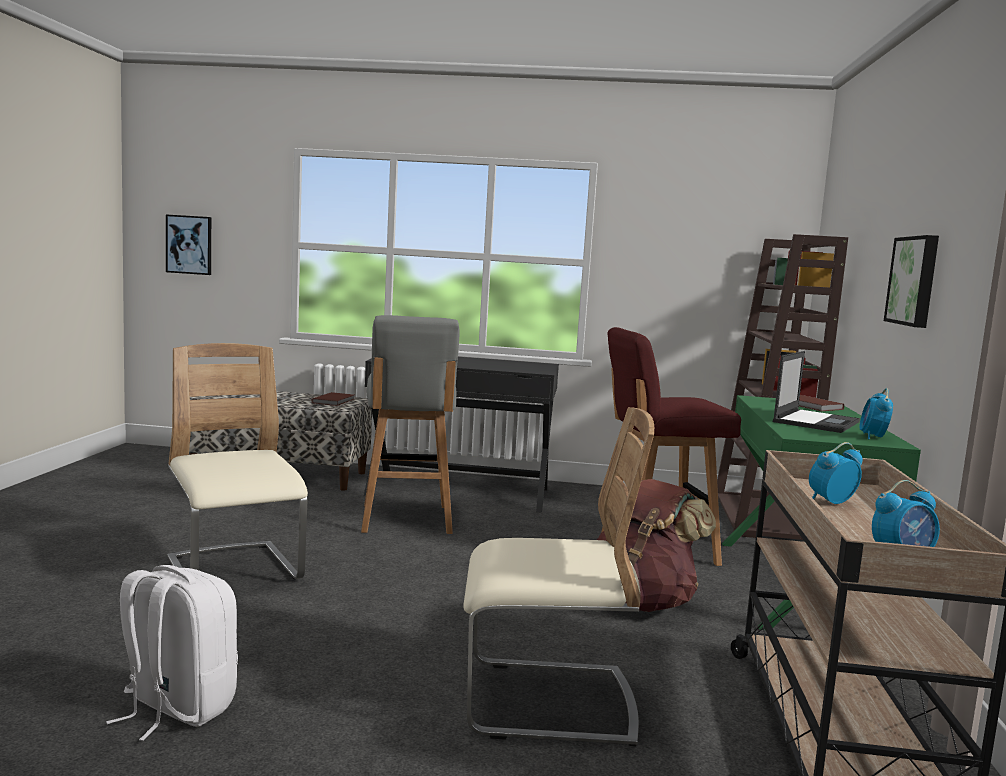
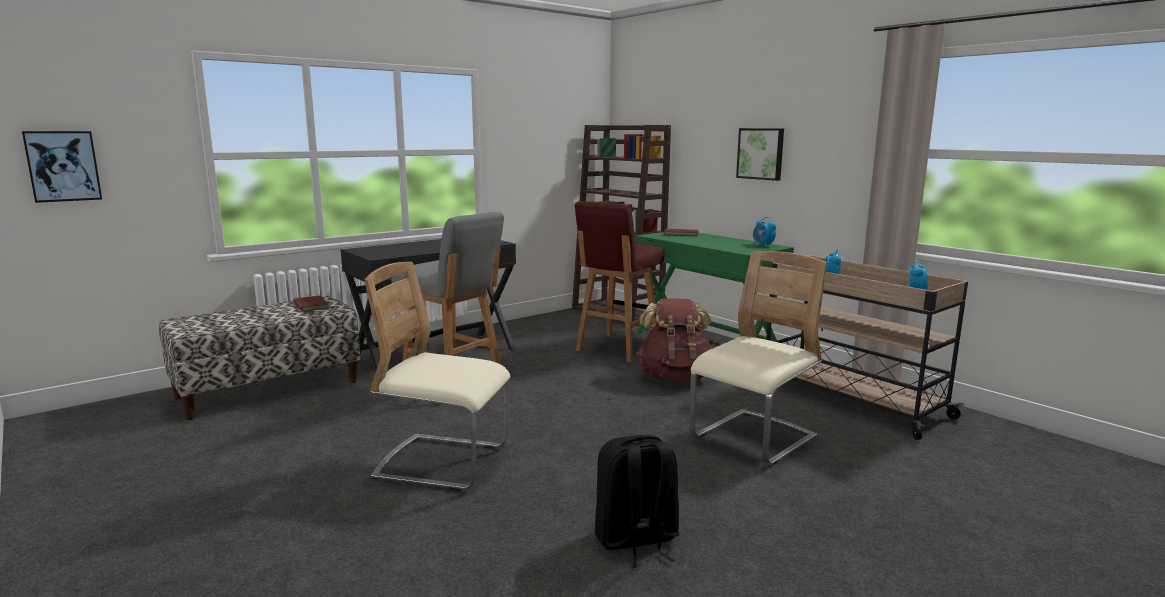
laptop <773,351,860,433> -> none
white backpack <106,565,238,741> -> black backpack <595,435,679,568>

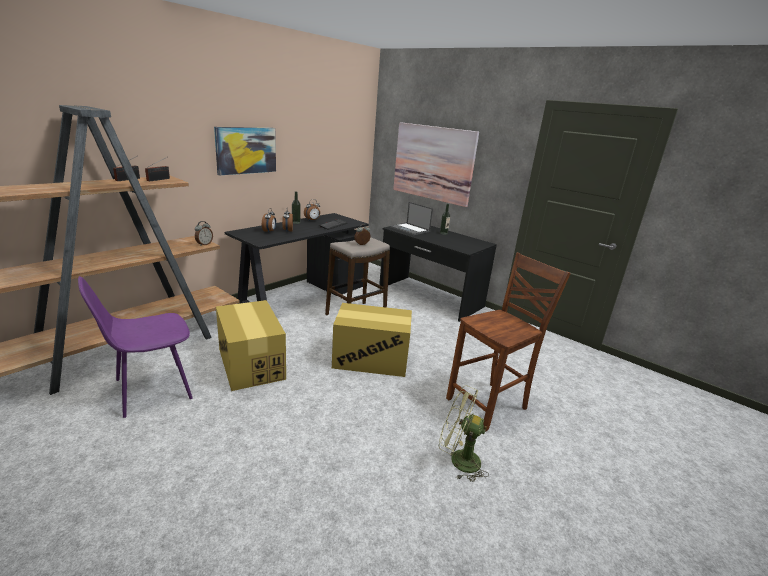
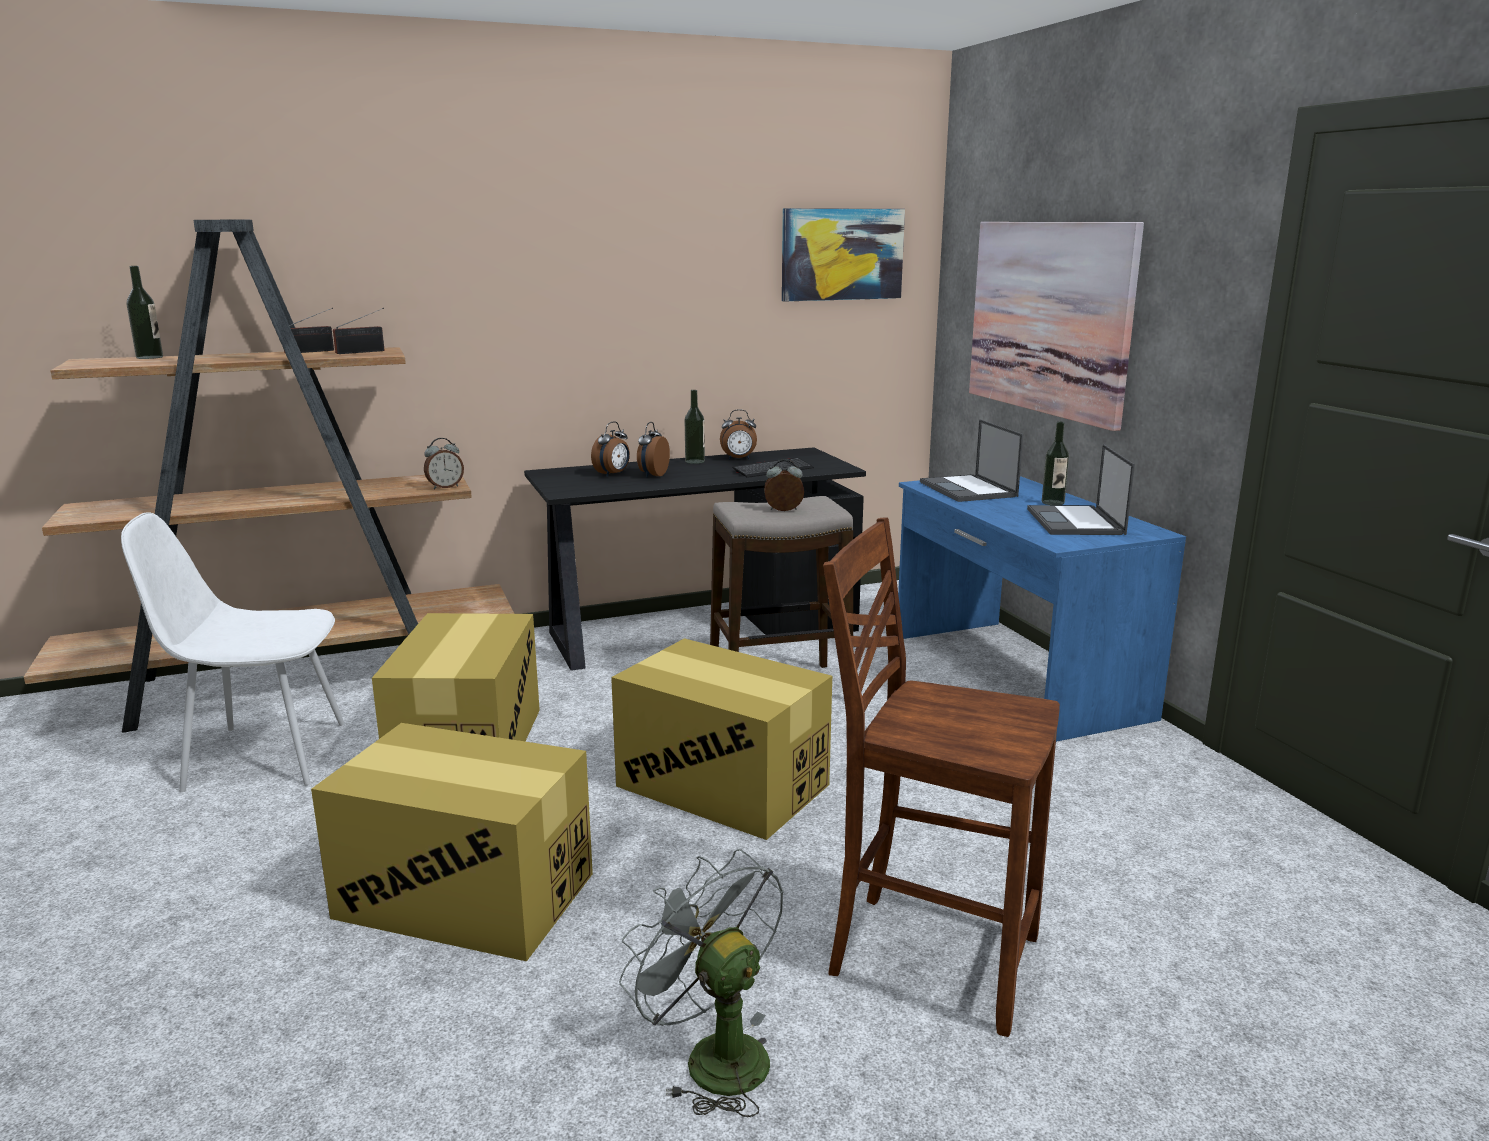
picture <214,127,276,176> -> picture <782,208,905,302>, move
black desk <379,222,497,322> -> blue desk <898,476,1186,742>
brown chair <446,253,571,432> -> brown chair <823,517,1060,1037>, 150 degrees counterclockwise
purple chair <78,276,192,418> -> white chair <121,512,344,792>
green fan <439,385,489,482> -> grey fan <619,849,784,1118>
none -> bottle <127,266,163,359>
none -> laptop <1027,444,1135,535>
none -> cardboard box <311,723,593,961>

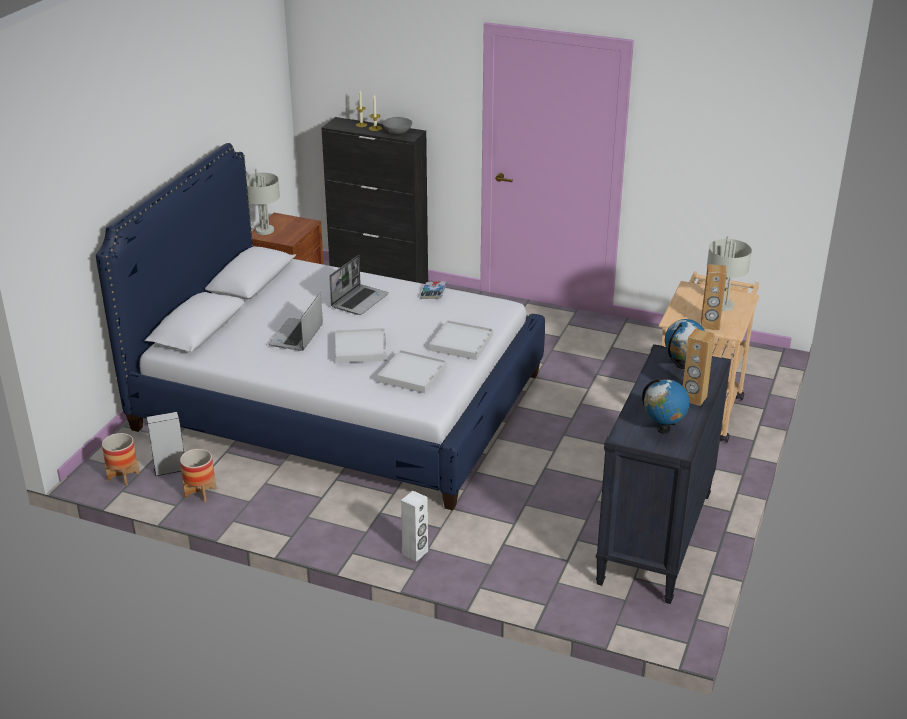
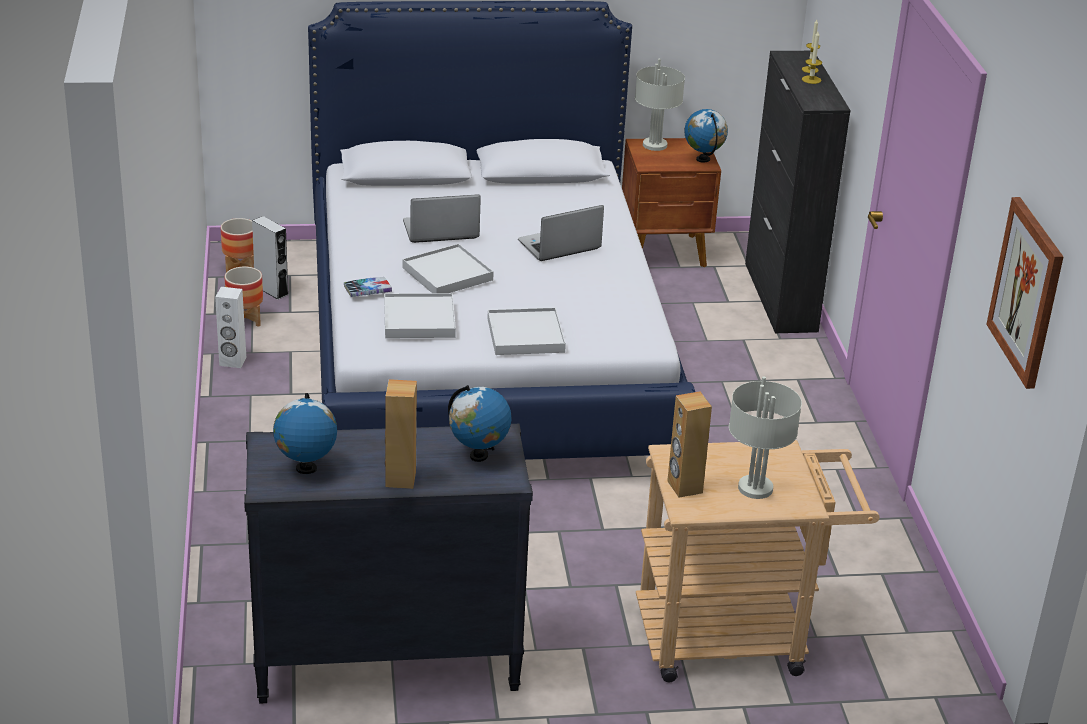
grey bowl <383,117,412,134> -> none
laptop <329,255,389,315> -> laptop <518,205,604,261>, 150 degrees clockwise
book <420,281,447,299> -> book <344,277,392,297>, move
white speaker <401,491,428,562> -> white speaker <215,287,247,368>, move
none -> globe <684,109,728,163>
none -> picture <986,197,1064,389>

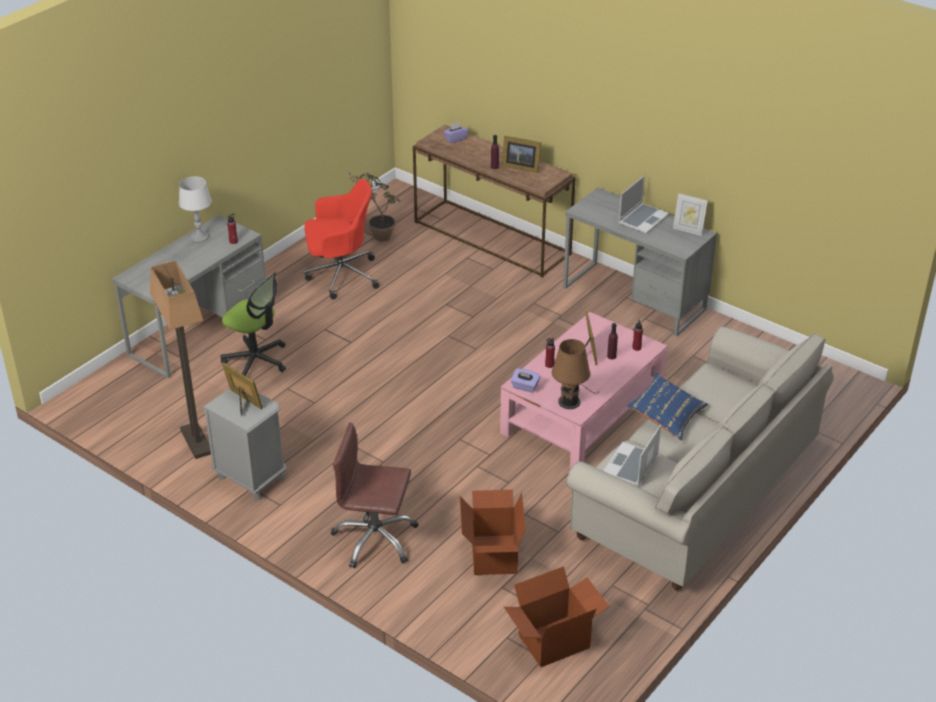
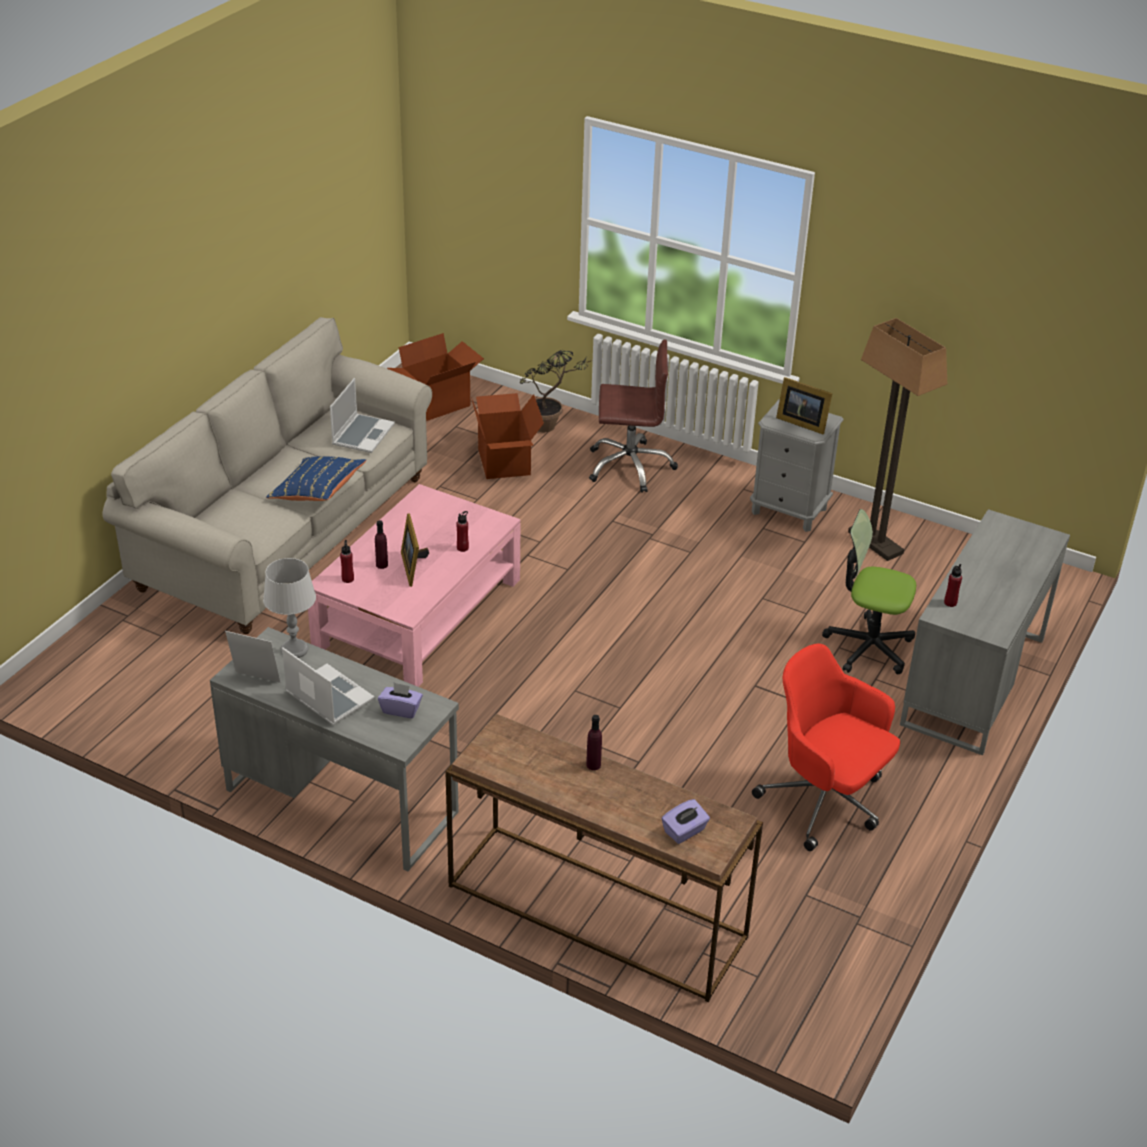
picture frame <502,136,541,173> -> none
potted plant <348,170,401,242> -> potted plant <519,350,590,432>, move
grey table lamp <179,176,212,242> -> grey table lamp <263,558,316,658>, move
laptop <618,176,669,234> -> laptop <282,647,375,725>, 105 degrees clockwise
red office chair <304,179,379,299> -> red office chair <752,644,900,851>, 60 degrees clockwise
brown table lamp <552,339,599,409> -> none
purple tissue box <511,369,541,393> -> purple tissue box <378,682,423,718>, move

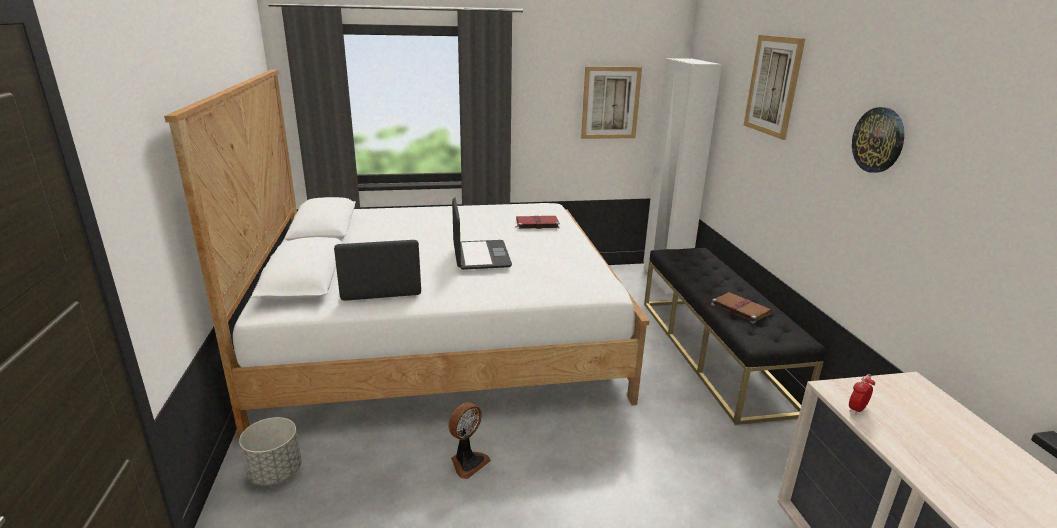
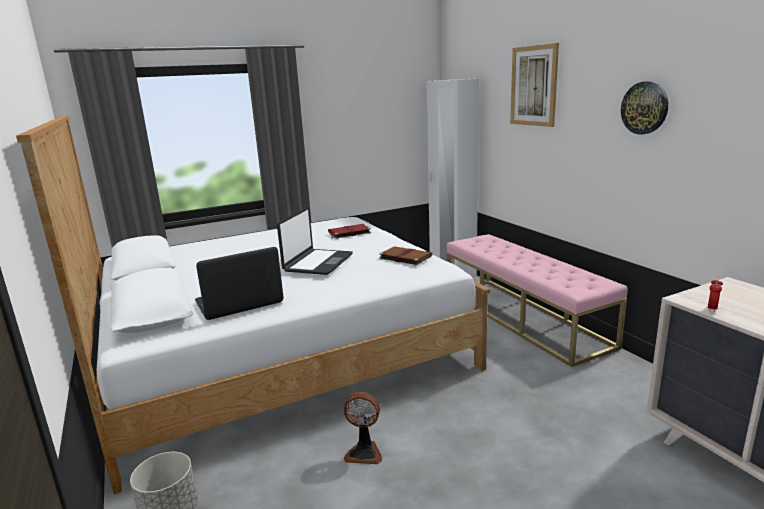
picture <581,66,642,139> -> none
laptop <452,198,512,270> -> laptop <277,207,353,275>, 45 degrees clockwise
black bench <644,248,826,425> -> pink bench <446,234,628,367>
brown book <710,292,772,323> -> brown book <379,246,432,266>, move
fan <448,402,491,479> -> fan <344,392,382,464>, 75 degrees clockwise

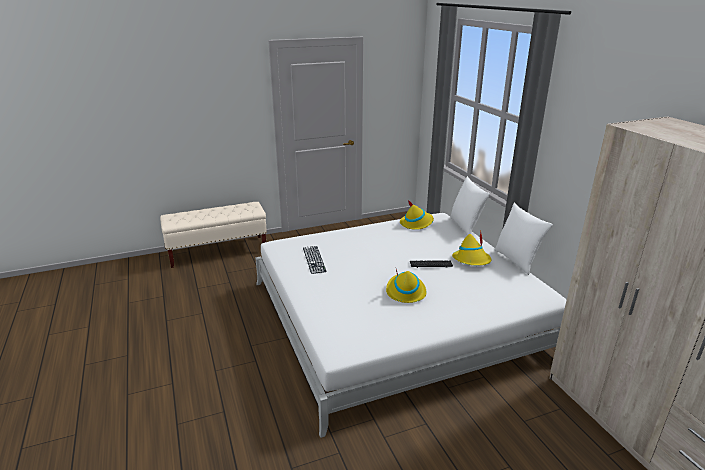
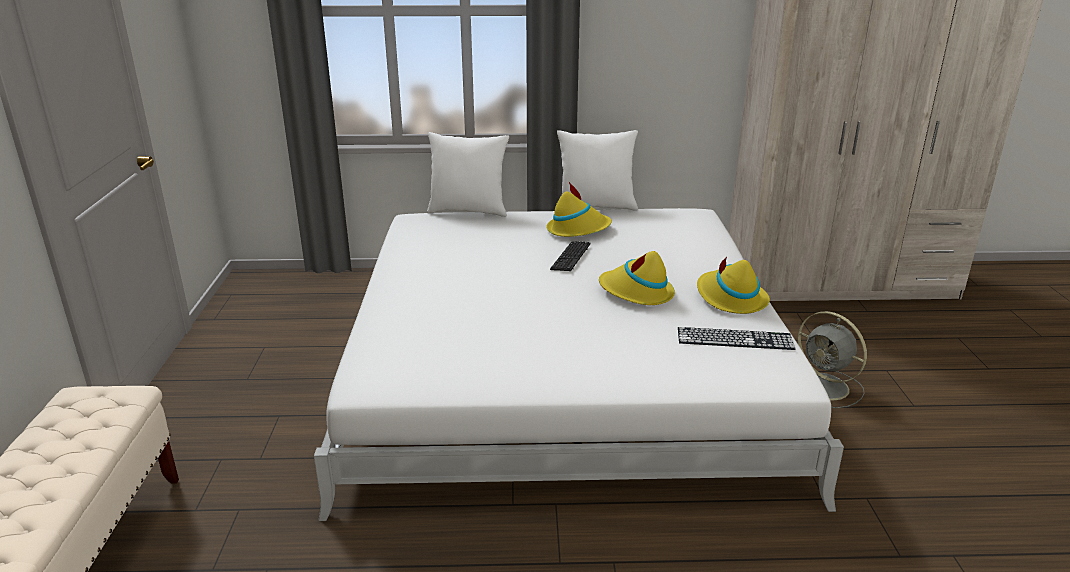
yellow hat <400,200,434,230> -> yellow hat <697,257,770,314>, move
keyboard <303,246,327,274> -> keyboard <678,327,796,350>, move
none -> grey fan <797,311,867,408>

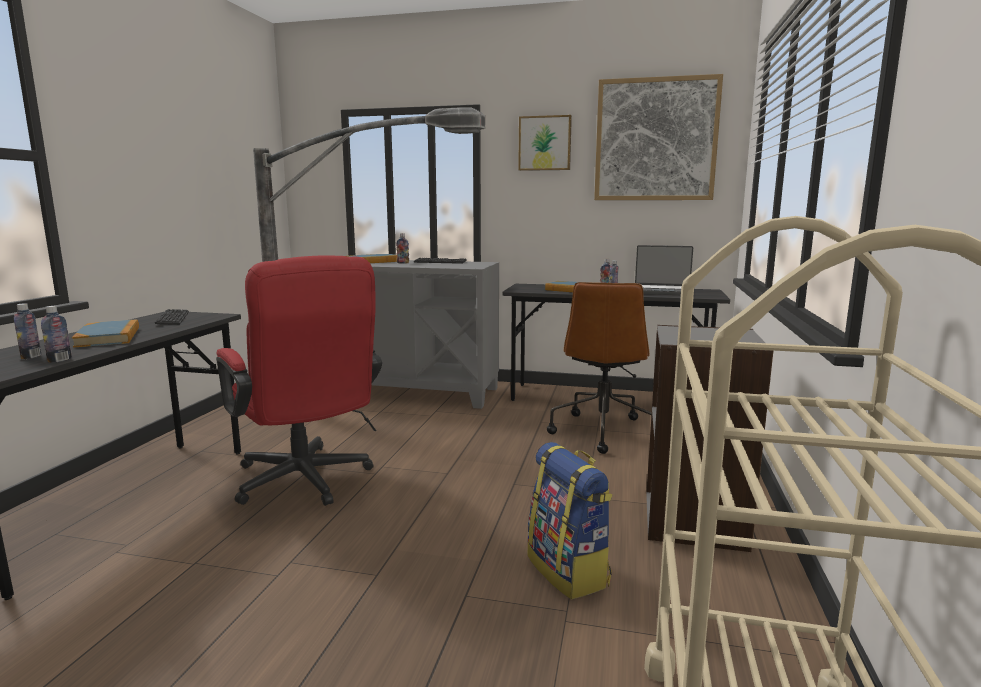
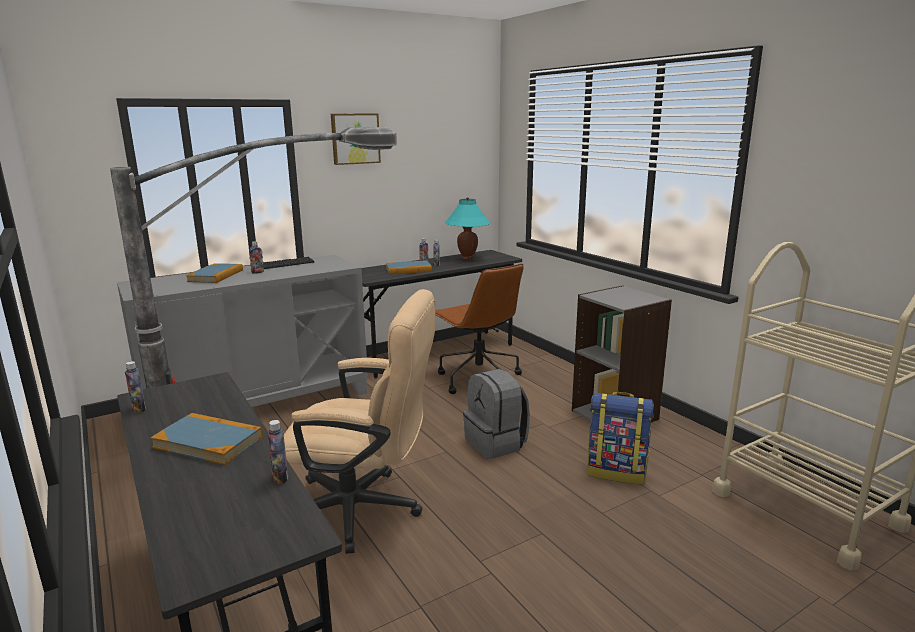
picture <594,74,723,200> -> none
laptop <635,245,693,295> -> turquoise table lamp <445,197,491,261>
red office chair <216,255,382,506> -> beige office chair <284,289,435,554>
bottle <14,303,42,359> -> bottle <125,361,146,413>, move
keyboard <155,309,189,325> -> none
none -> grey backpack <463,369,530,459>

